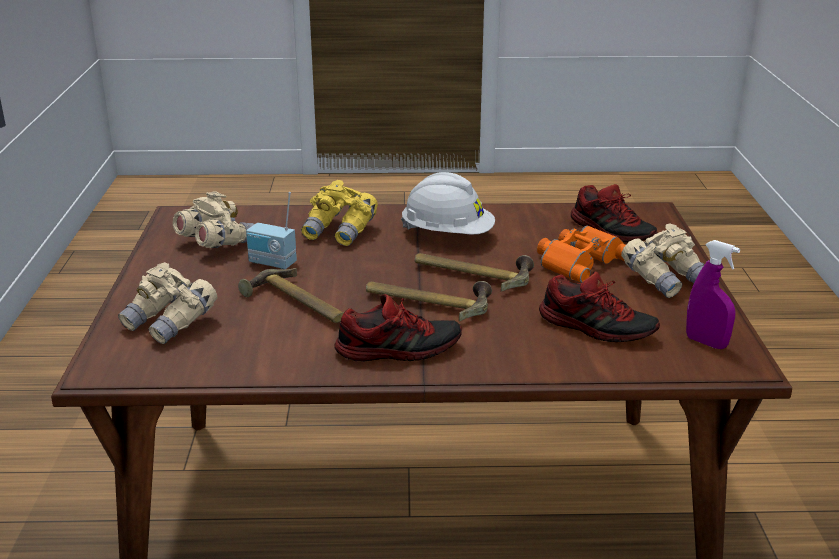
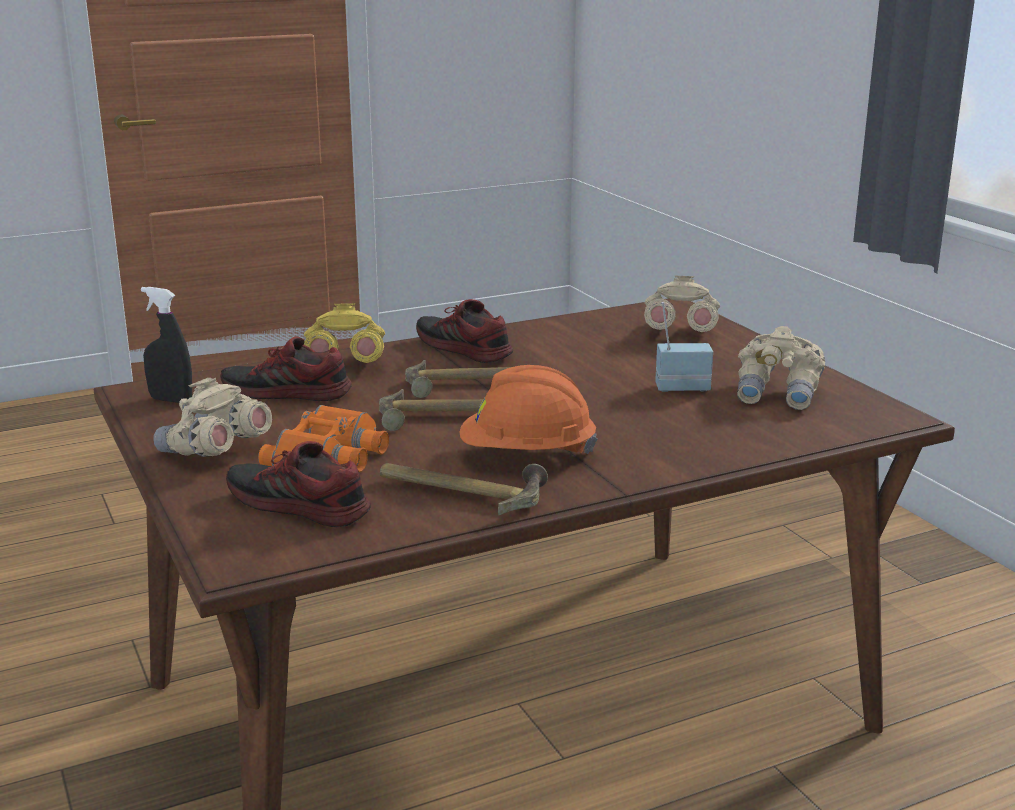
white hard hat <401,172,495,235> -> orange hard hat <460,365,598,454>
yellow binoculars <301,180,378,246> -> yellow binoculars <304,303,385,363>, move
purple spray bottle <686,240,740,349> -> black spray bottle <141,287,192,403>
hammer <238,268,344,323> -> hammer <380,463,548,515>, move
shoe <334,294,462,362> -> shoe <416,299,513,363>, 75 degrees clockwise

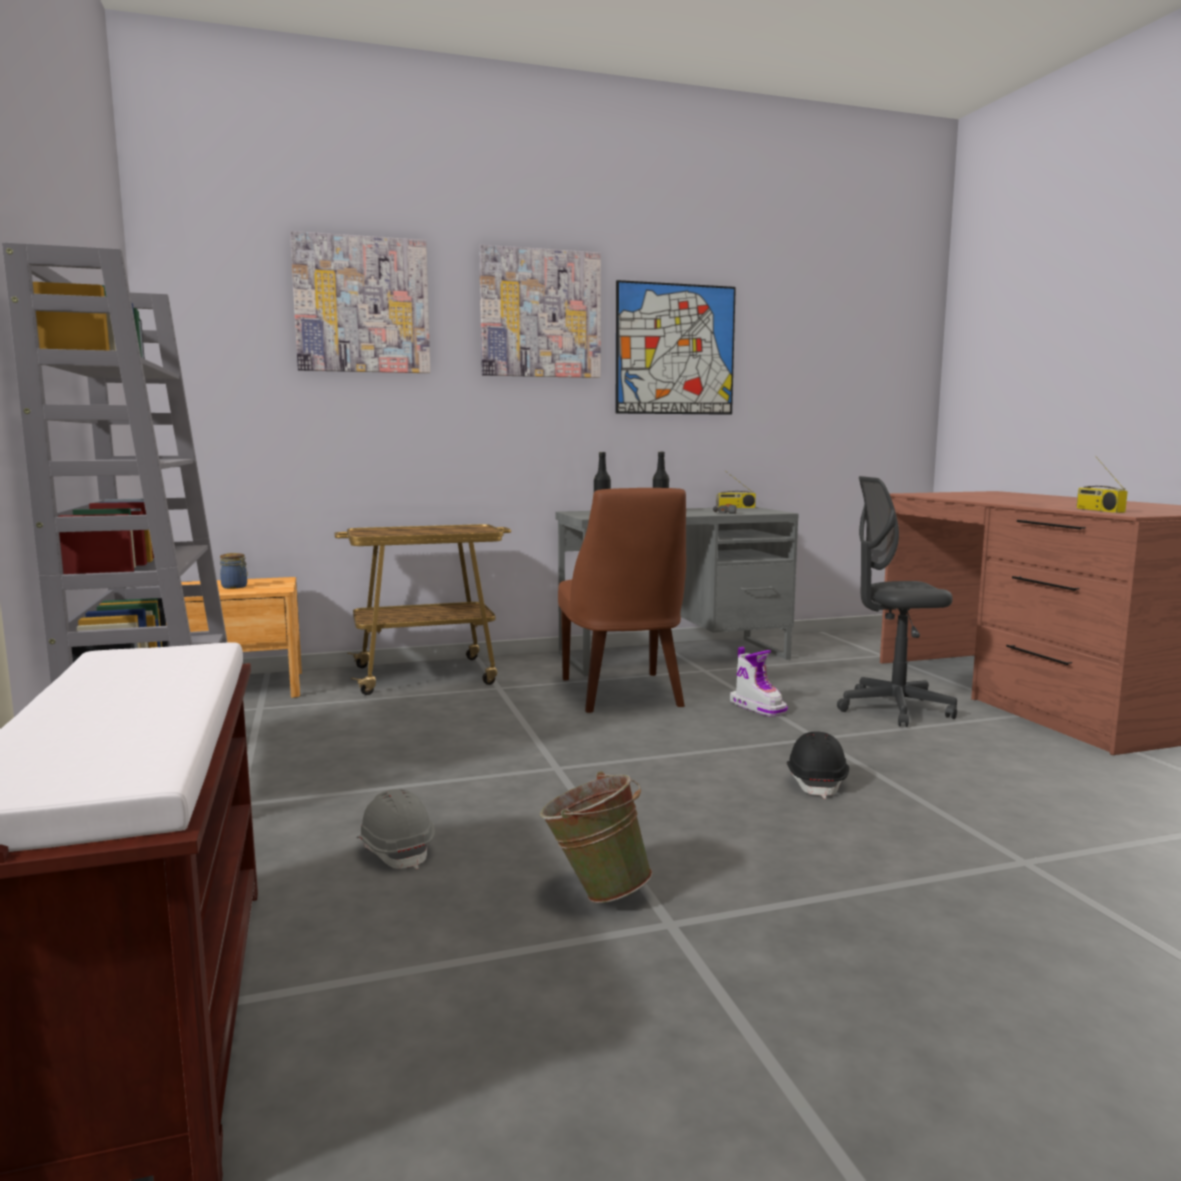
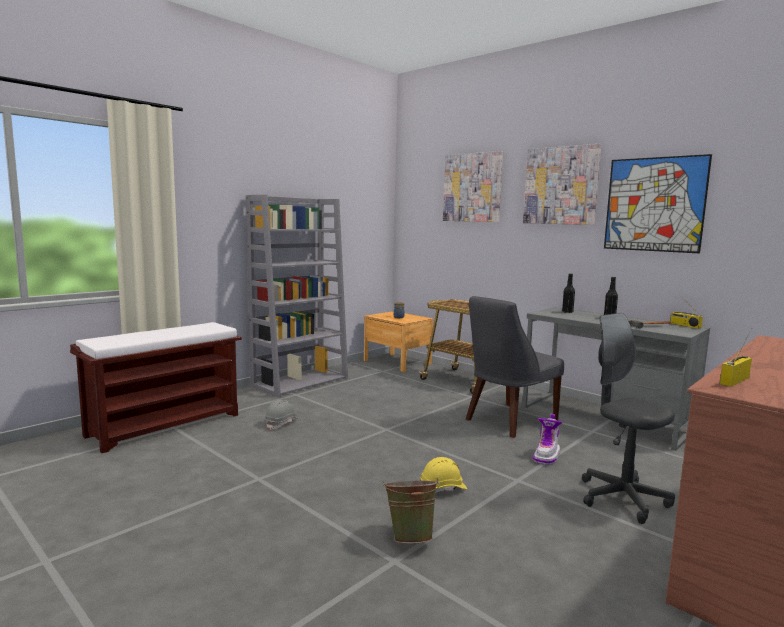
brown chair <558,488,686,713> -> grey chair <466,296,564,438>
black hard hat <787,731,849,799> -> yellow hard hat <420,457,467,493>
green bucket <540,771,653,903> -> green bucket <383,478,440,544>, move

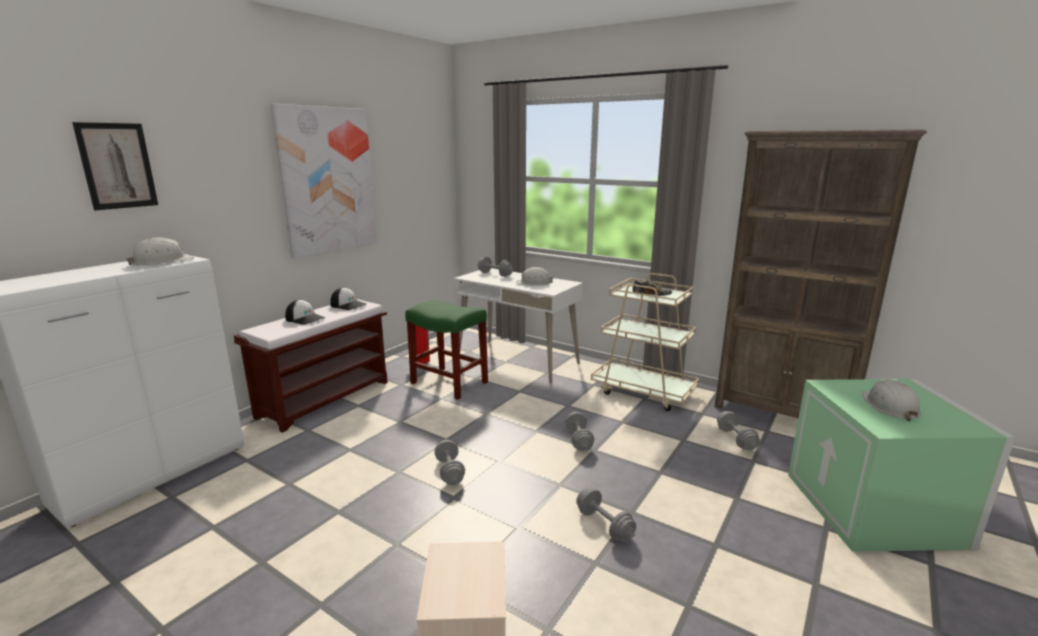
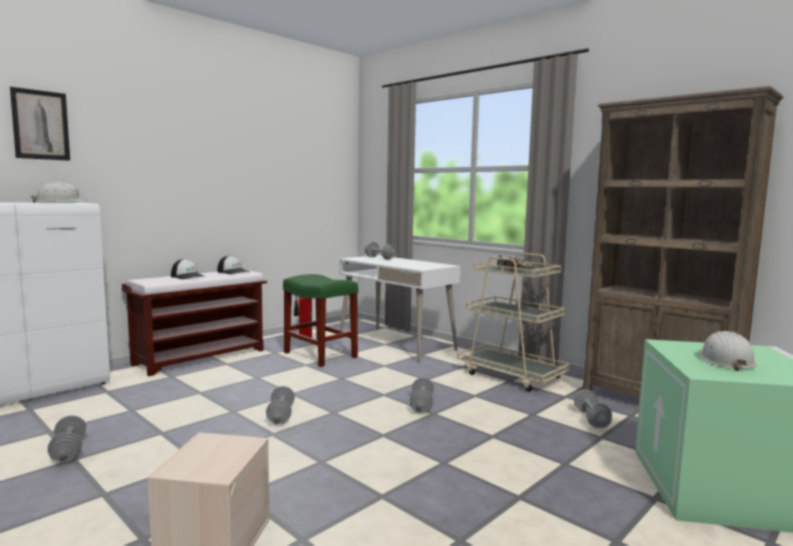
picture <270,104,377,259> -> none
white hard hat <516,267,553,286> -> none
grey dumbbell <576,488,636,542> -> grey dumbbell <48,415,86,462>, move

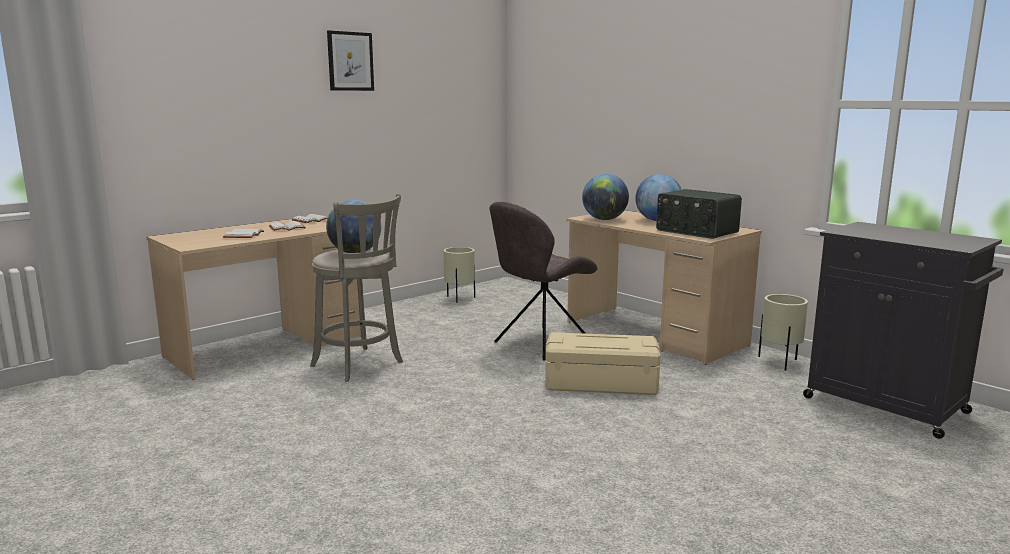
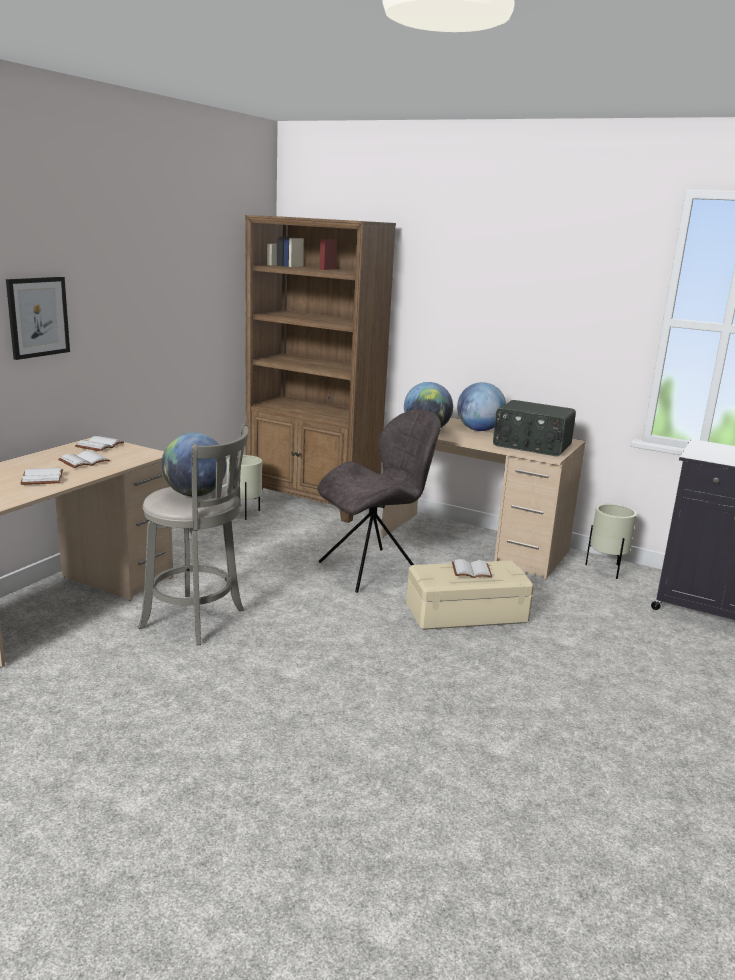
picture <327,30,374,91> -> picture <6,277,70,360>, move
grey chair <490,202,598,361> -> grey chair <318,409,441,593>, 150 degrees counterclockwise
none -> brown bookcase <245,215,396,523>
none -> white book <452,559,492,578>

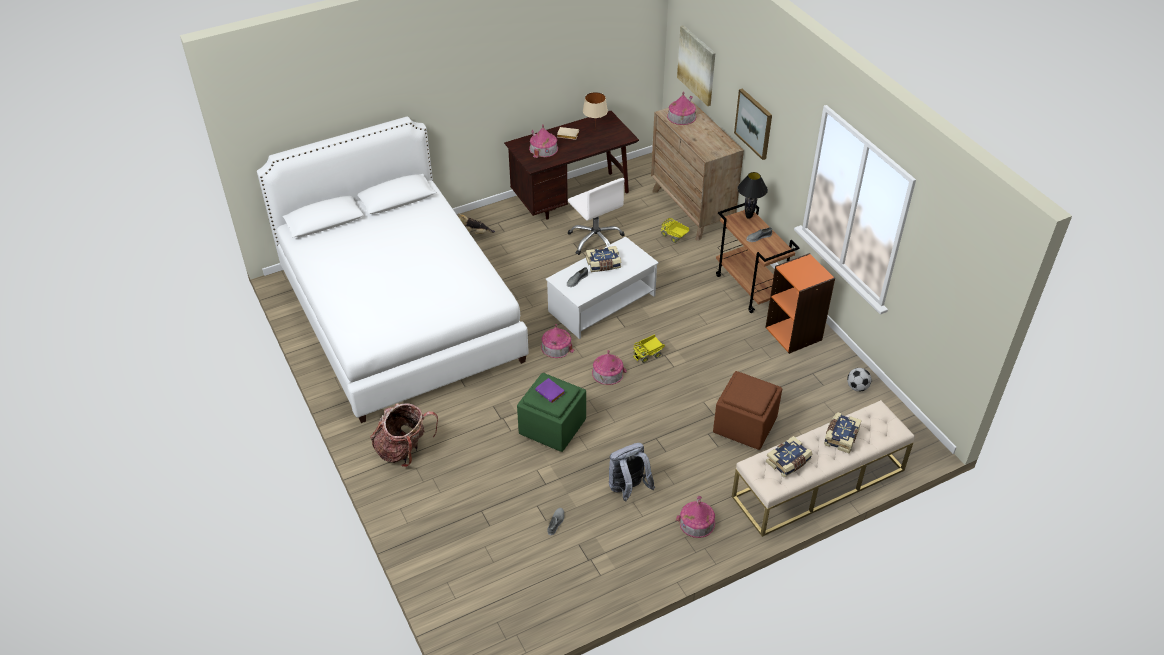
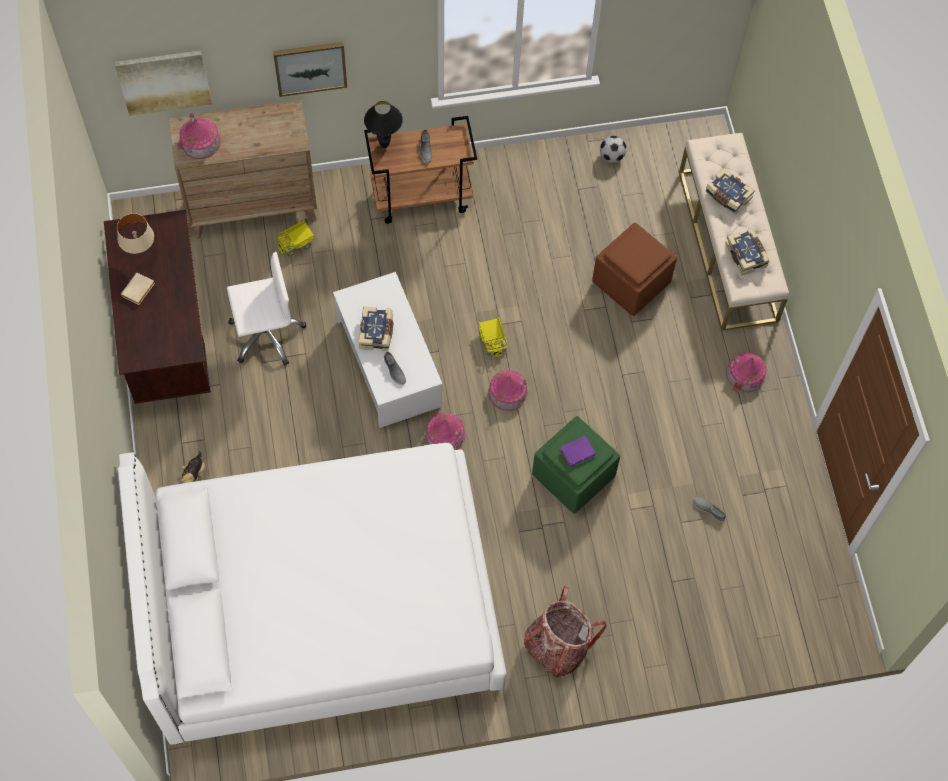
toy house <529,124,558,158> -> none
orange bookcase <765,253,835,354> -> none
grey backpack <609,443,655,501> -> none

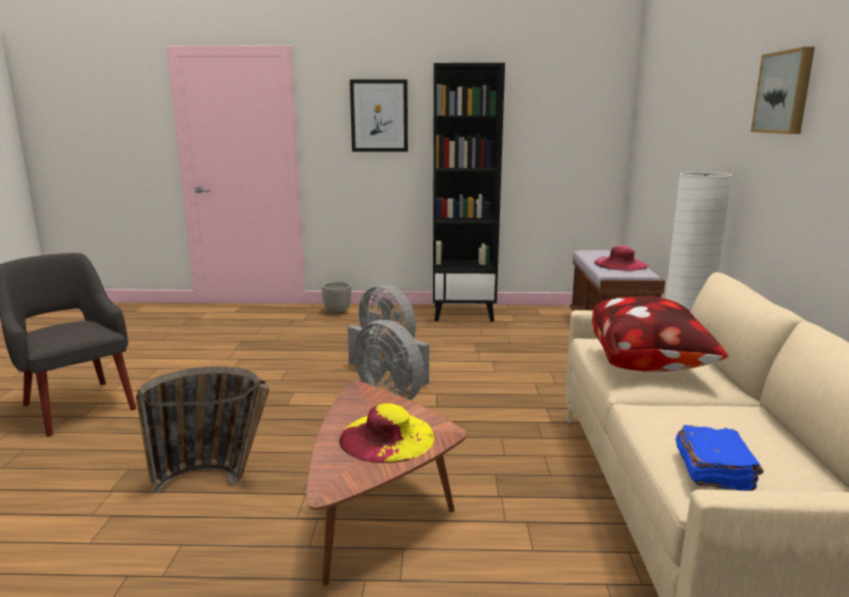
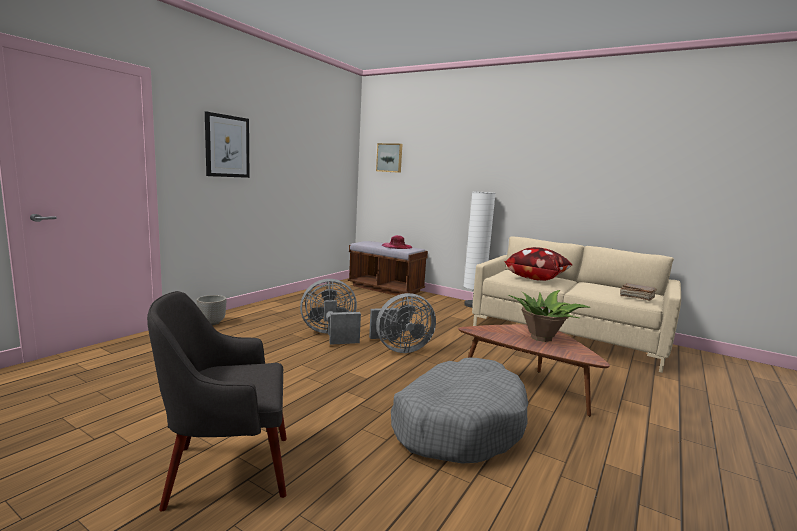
picture <751,47,815,134> -> picture <376,143,402,173>, move
black bookcase <433,63,505,322> -> none
basket <136,366,269,494> -> grey dog bed <391,358,528,464>
yellow hat <339,403,435,463> -> potted plant <509,290,590,342>
blue book <675,425,763,491> -> brown book <620,283,656,301>

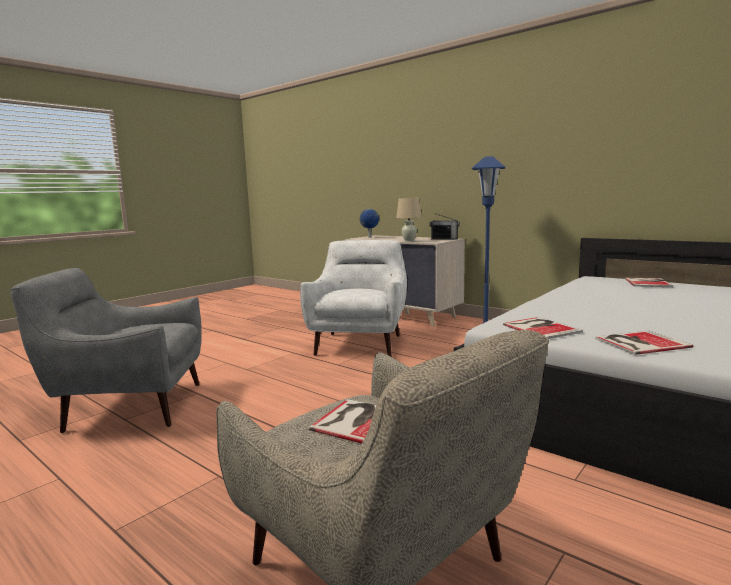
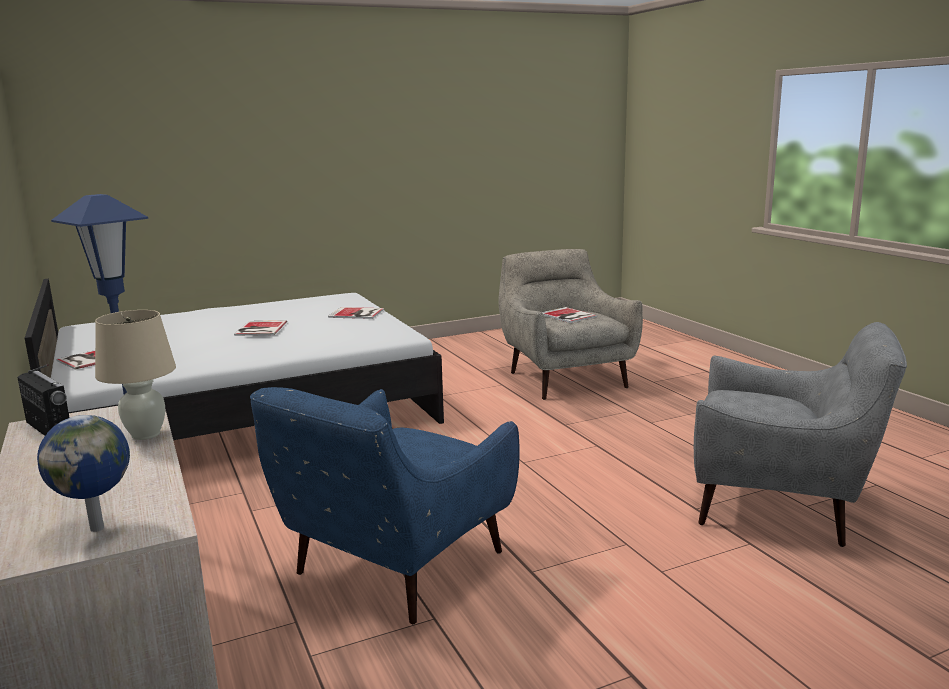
white armchair <300,240,407,357> -> blue armchair <250,387,520,624>
book <503,317,583,339> -> book <234,320,287,336>, move

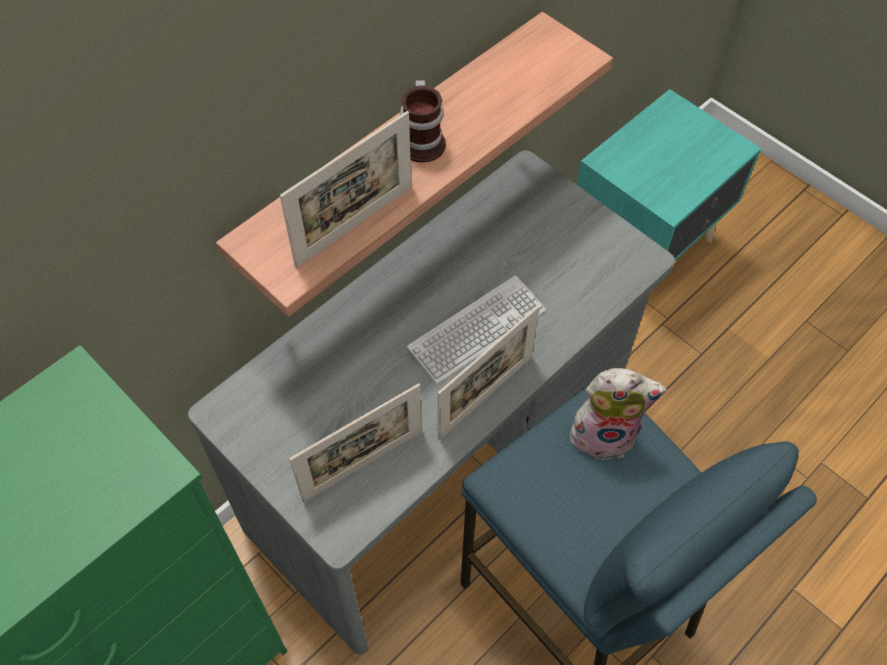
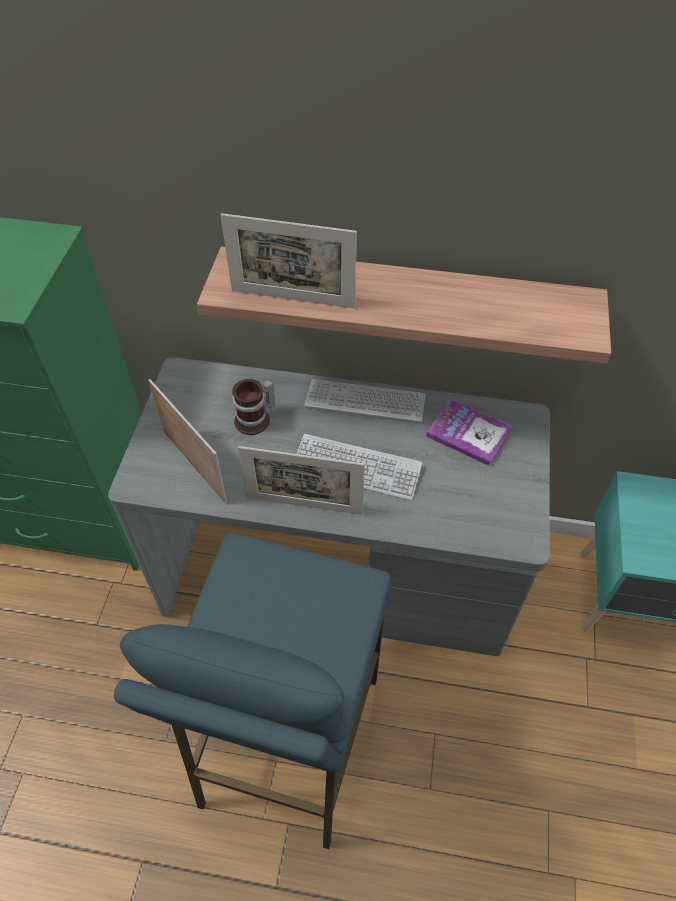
mug <400,80,446,163> -> mug <232,379,275,435>, move
plush toy <570,368,667,460> -> none
picture frame <289,383,422,502> -> picture frame <148,379,227,504>, 150 degrees counterclockwise
none -> keyboard <304,379,425,424>
none -> book <426,399,512,466>

